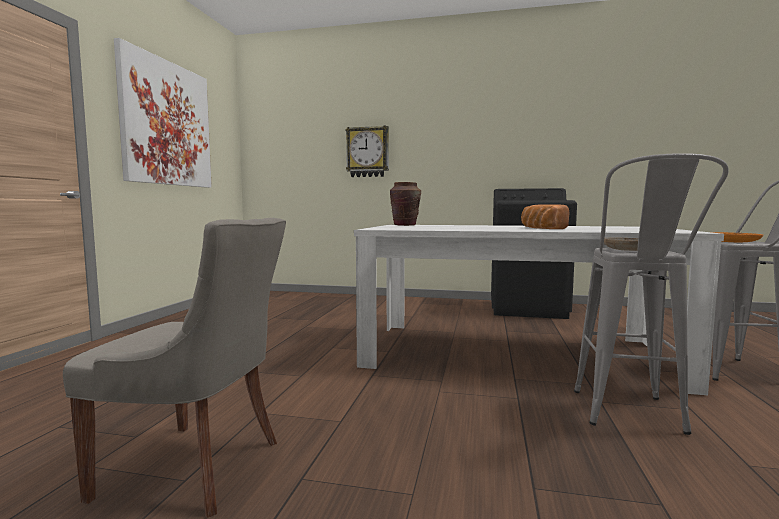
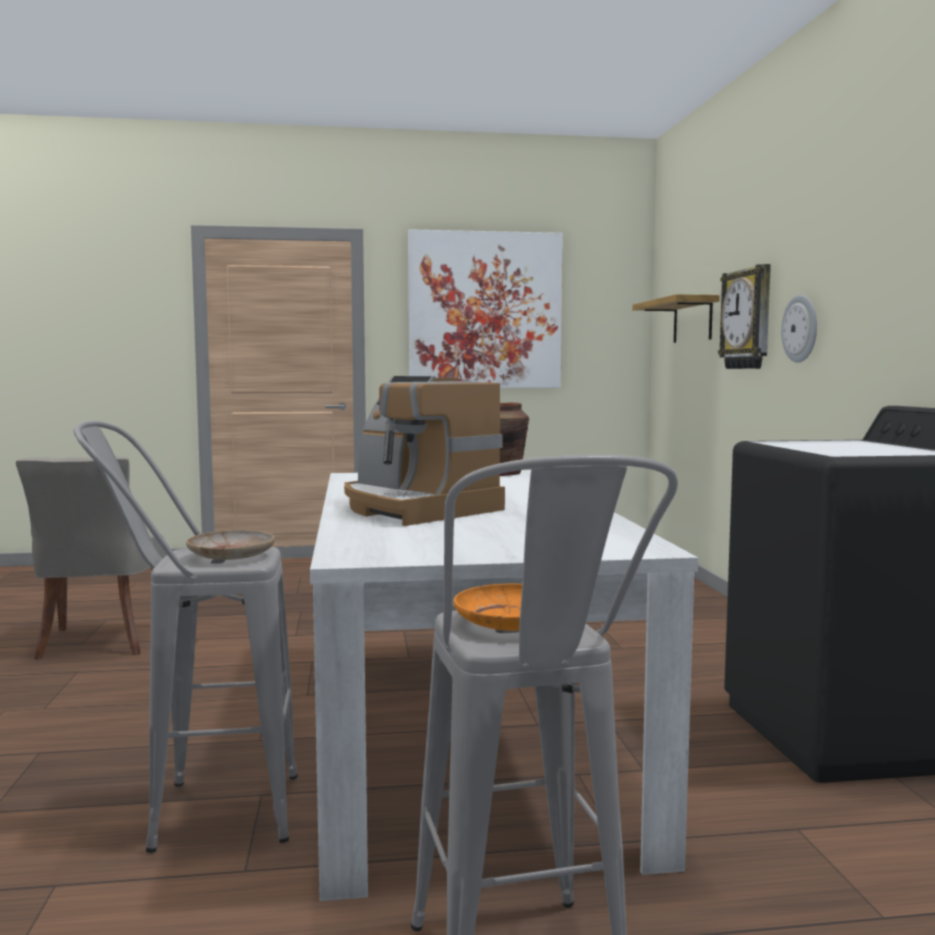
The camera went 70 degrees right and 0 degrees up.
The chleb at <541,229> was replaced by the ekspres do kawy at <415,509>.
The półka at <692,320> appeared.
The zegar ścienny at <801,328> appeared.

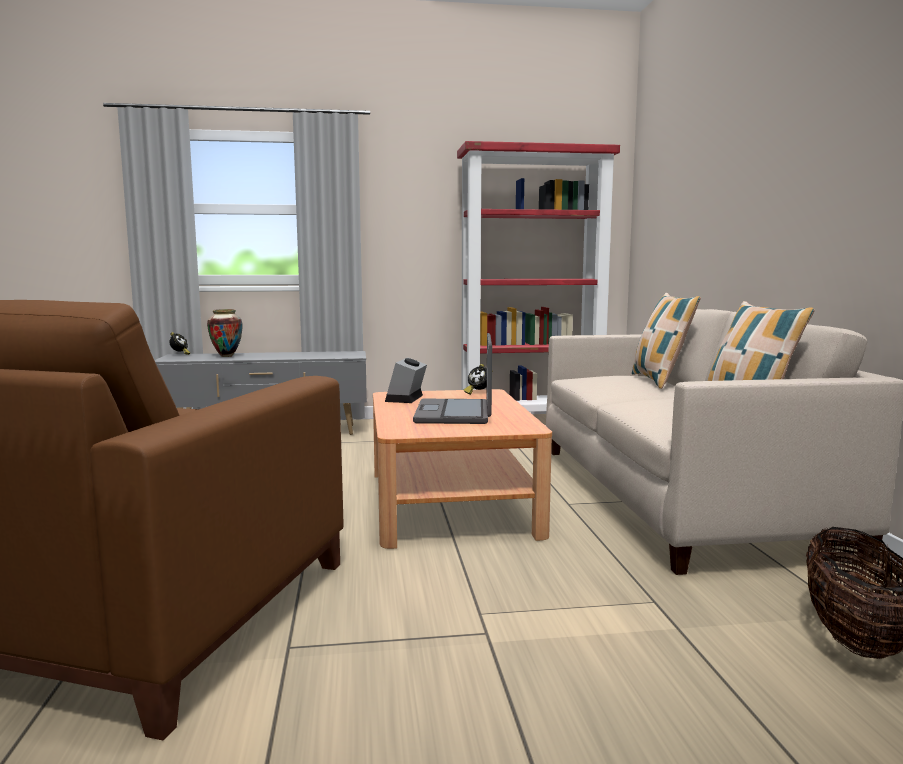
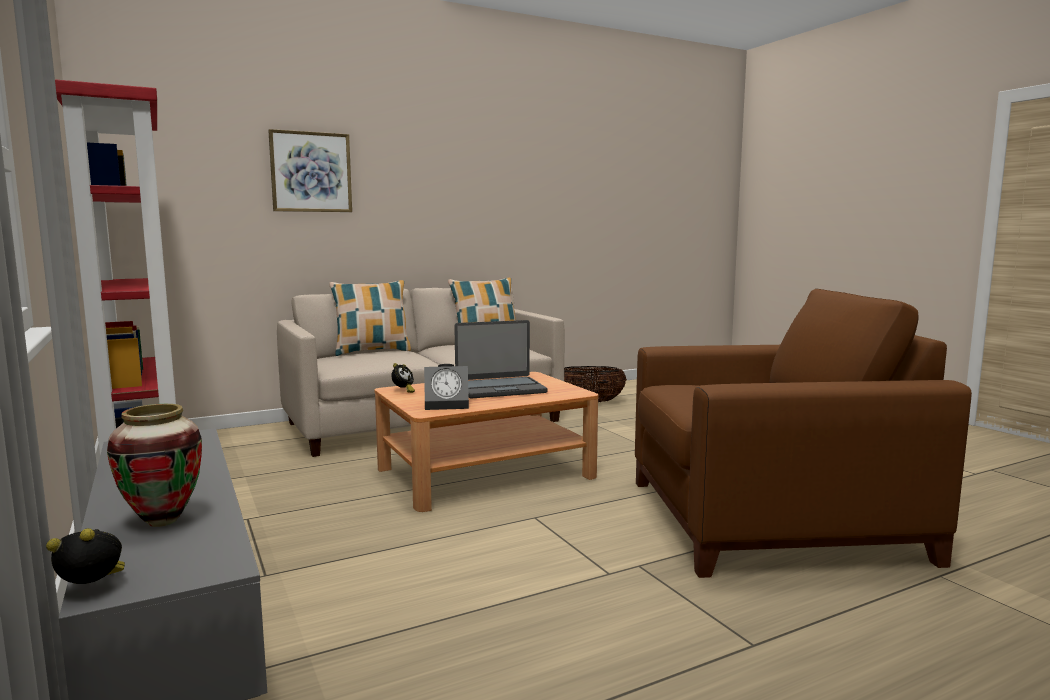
The camera went 110 degrees left and 0 degrees up.
The obraz at <311,172> appeared.

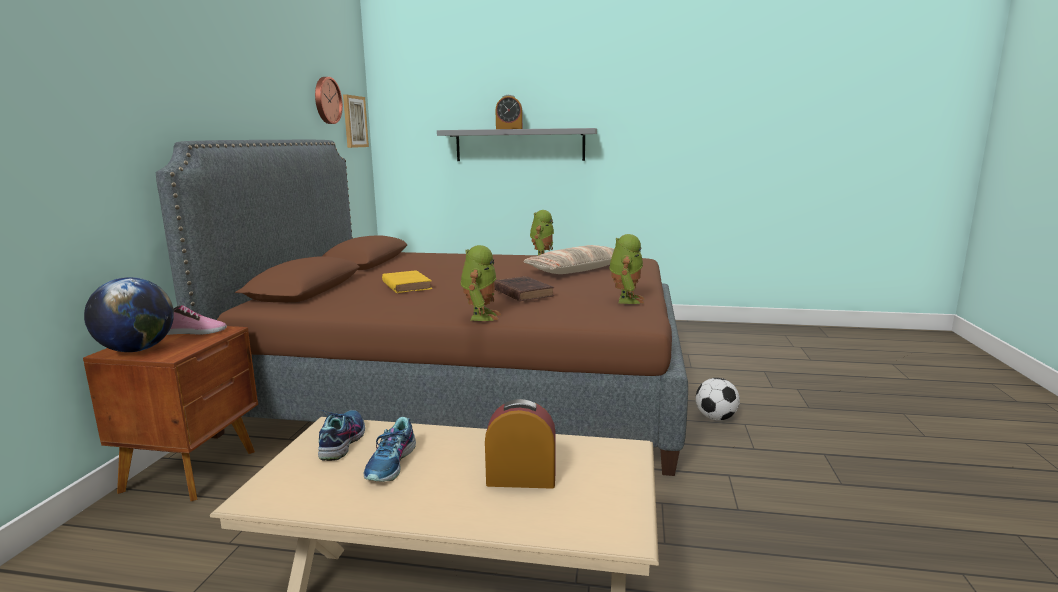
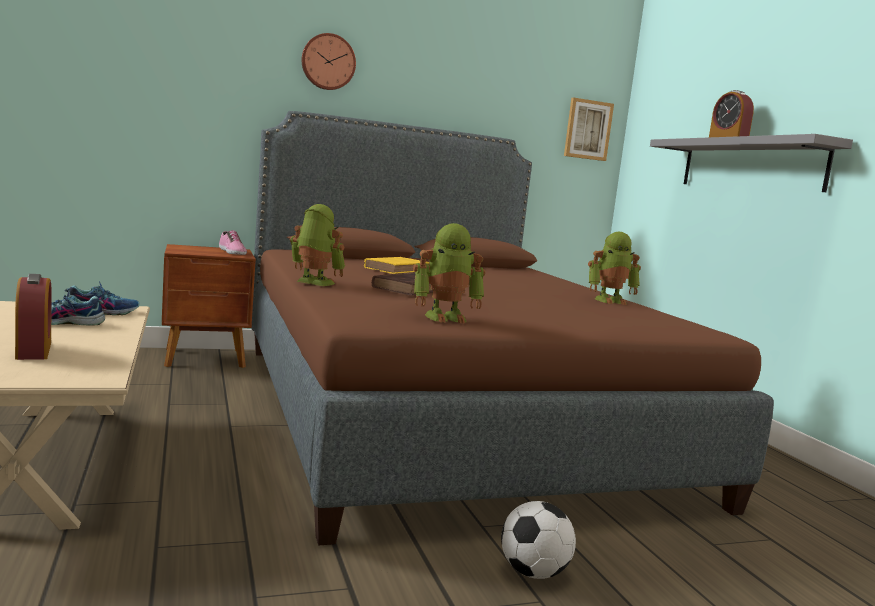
The camera went 60 degrees right and 5 degrees down.
The robot zabawkowy at <481,316> turned 135 degrees counterclockwise.
The zegar ścienny moved from <326,100> to <328,62>.
The globus at <136,350> disappeared.
The poduszka at <577,270> disappeared.

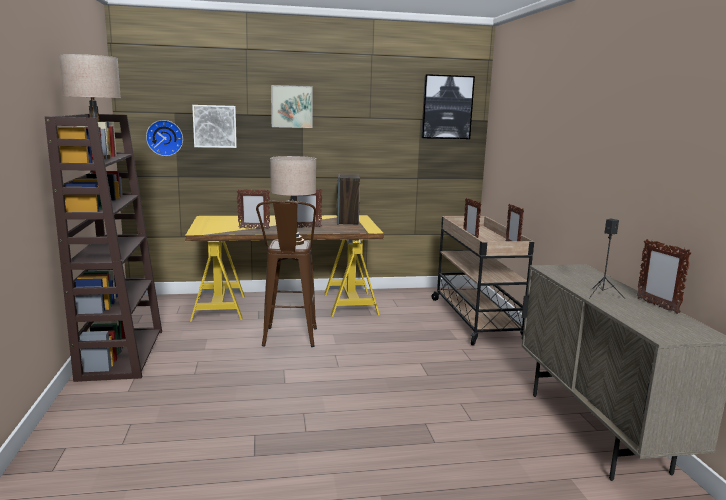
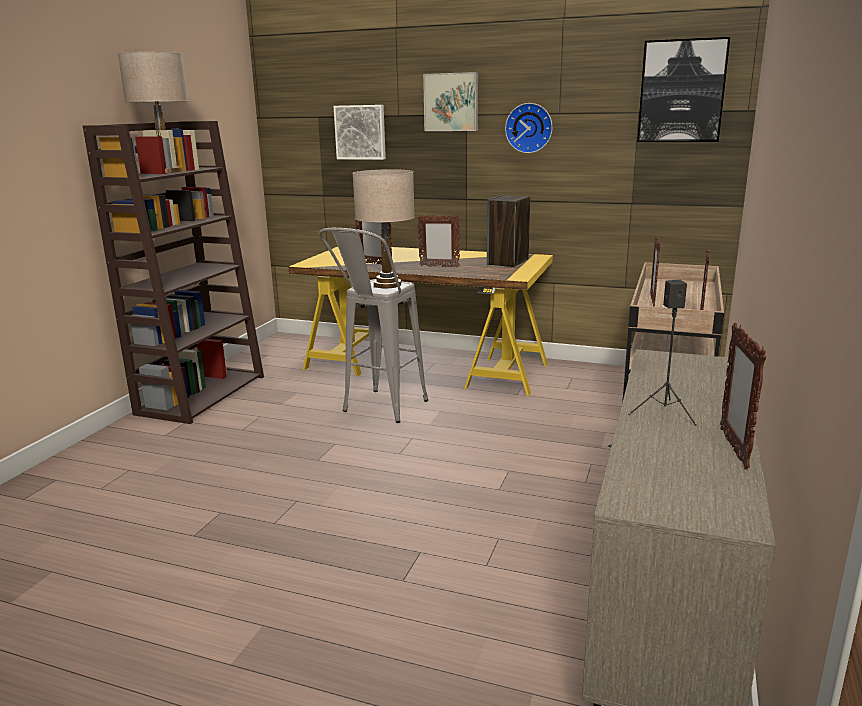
The camera went 30 degrees right and 5 degrees up.
The stołek/brązowy at <289,341> became the stołek/szary at <379,411>.
The zegar ścienny moved from <165,138> to <529,128>.

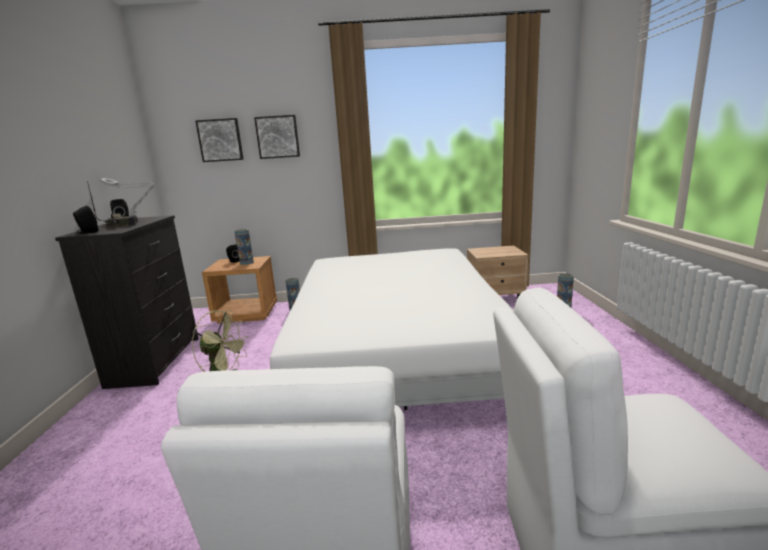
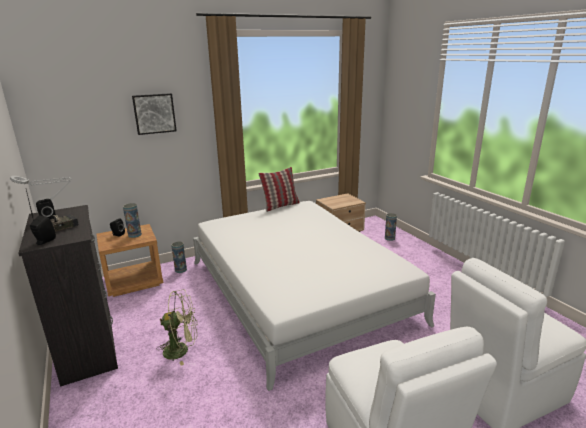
The camera went 25 degrees left and 5 degrees up.
The poduszka at <280,206> appeared.
The obraz at <220,140> disappeared.

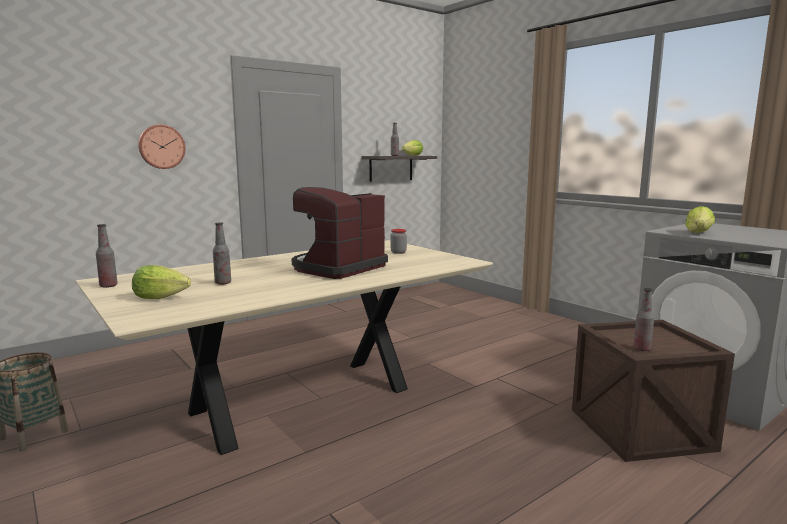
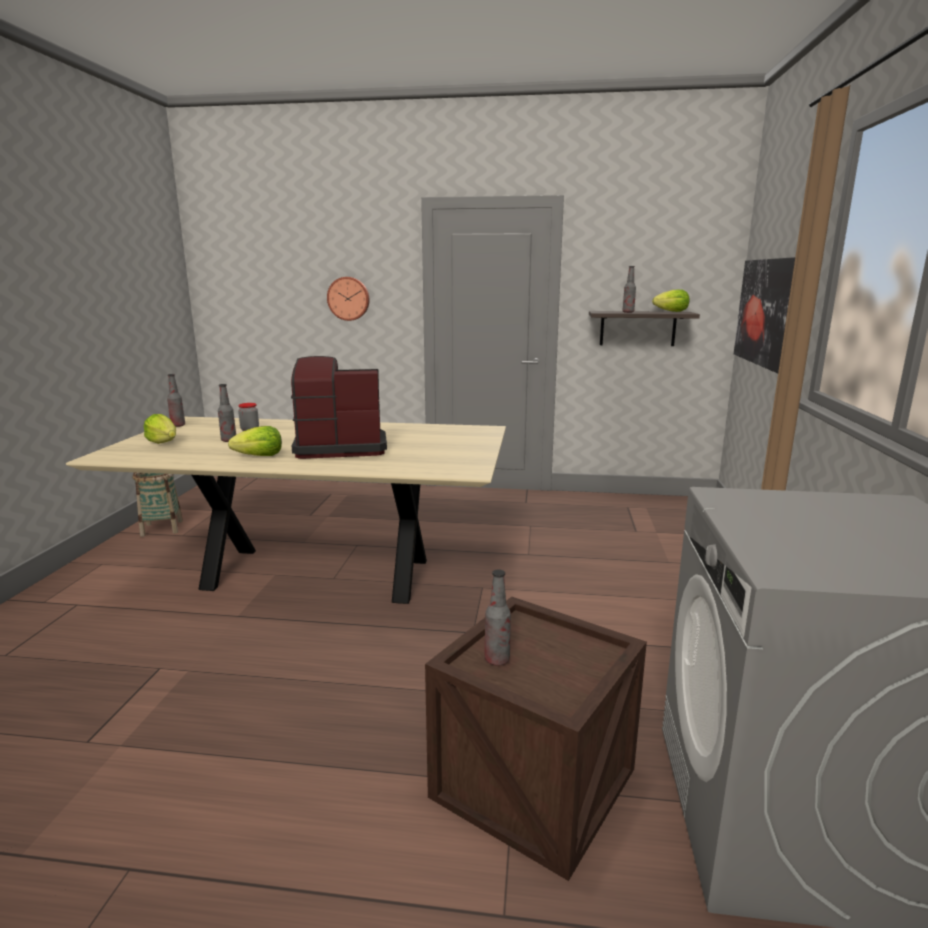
The camera went 45 degrees right and 5 degrees up.
The sałata moved from <698,233> to <260,456>.
The słoik moved from <398,252> to <250,430>.
The obraz at <767,312> appeared.

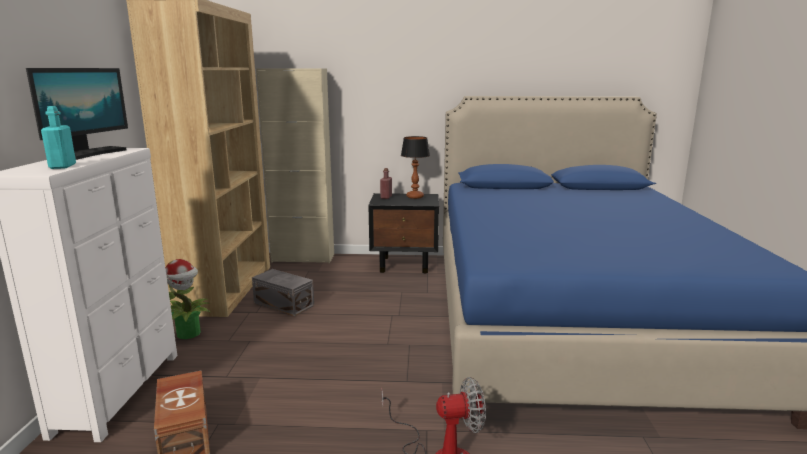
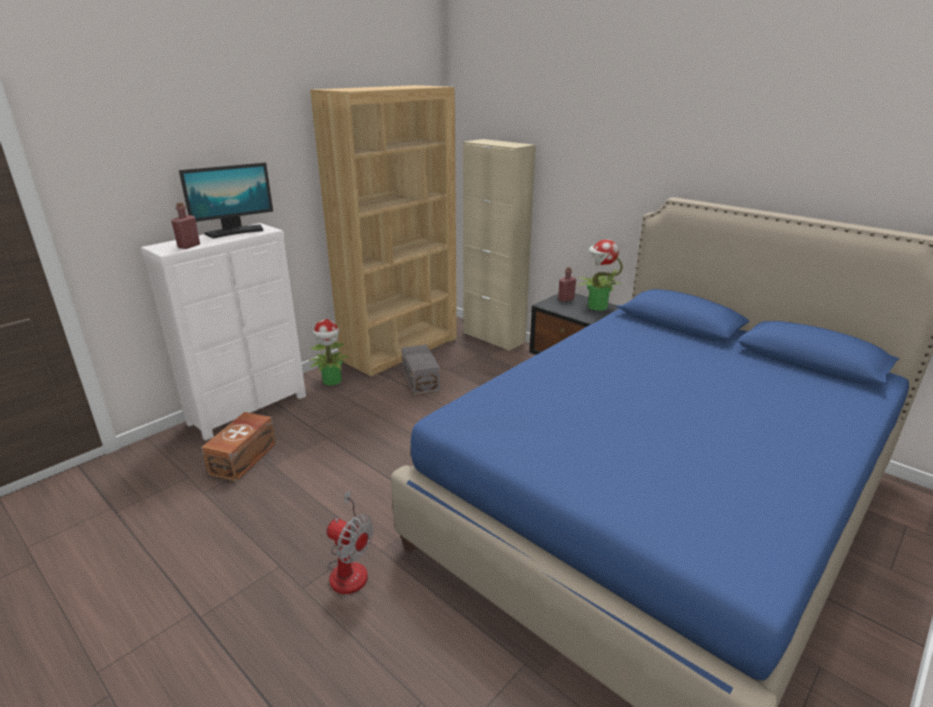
The camera went 40 degrees right and 10 degrees up.
The butelka/turkusowy at <62,166> became the butelka/czerwony at <189,246>.
The lampa stołowa at <415,197> was replaced by the roślina doniczkowa at <596,306>.

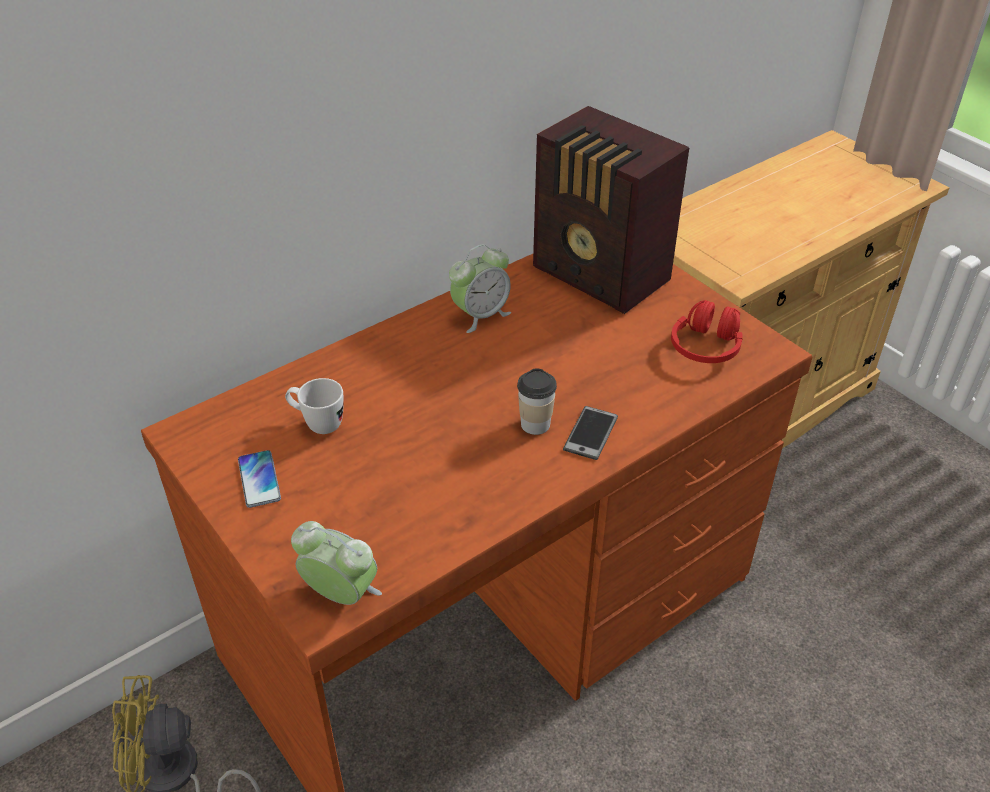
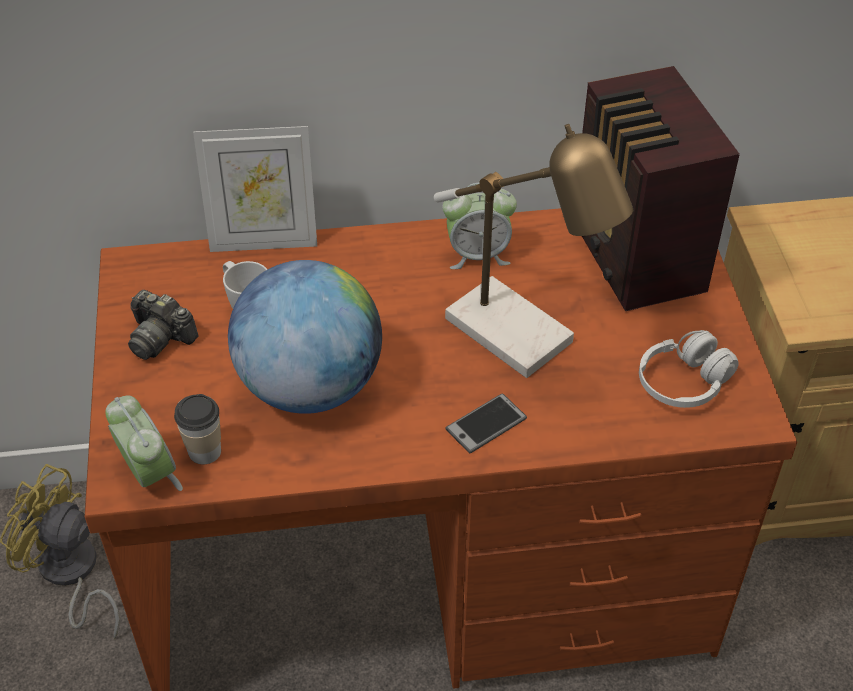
The camera went 30 degrees right and 5 degrees up.
The telefon at <259,479> was replaced by the aparat fotograficzny at <160,337>.
The filiżanka moved from <535,424> to <204,451>.
The ramka na zdjęcie at <263,241> appeared.
The globus at <310,386> appeared.
The lampa stołowa at <523,338> appeared.
The słuchawki/czerwony at <706,346> became the słuchawki/biały at <683,383>.

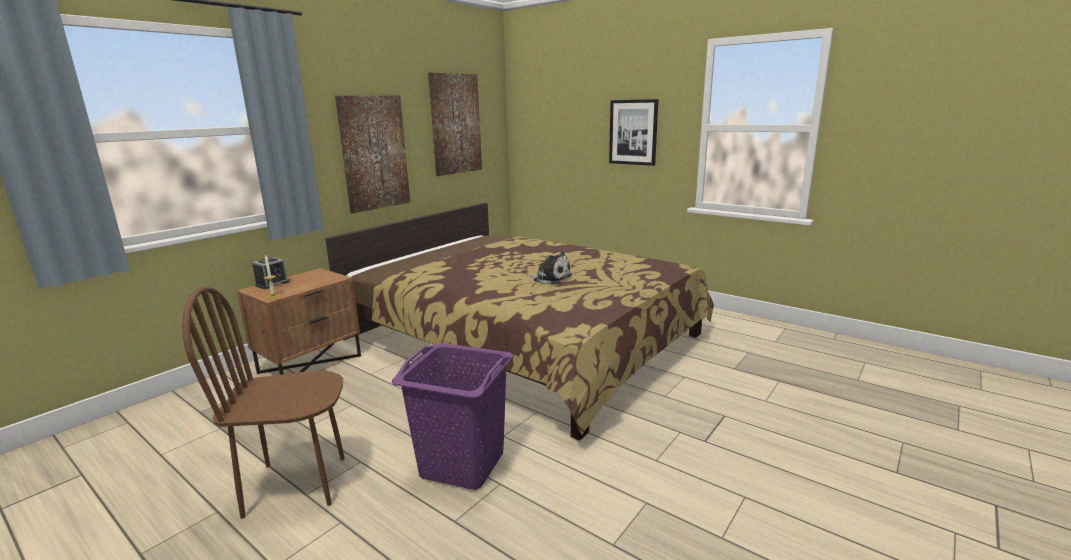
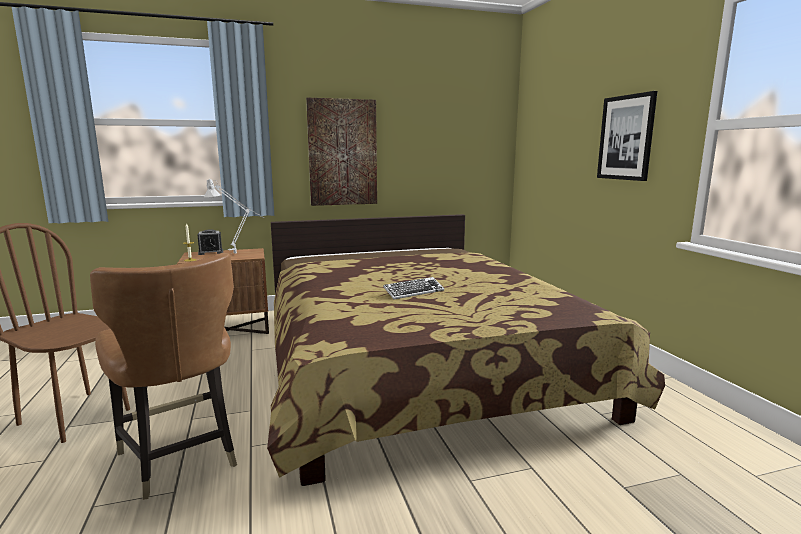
The camera went 35 degrees right and 5 degrees down.
The kosz na pranie/fioletowy at <462,465> was replaced by the krzesło/brązowy at <180,457>.
The lampa stołowa/szary at <239,253> appeared.
The pluszak at <550,278> was replaced by the klawiatura at <413,292>.
The obraz at <455,124> disappeared.

